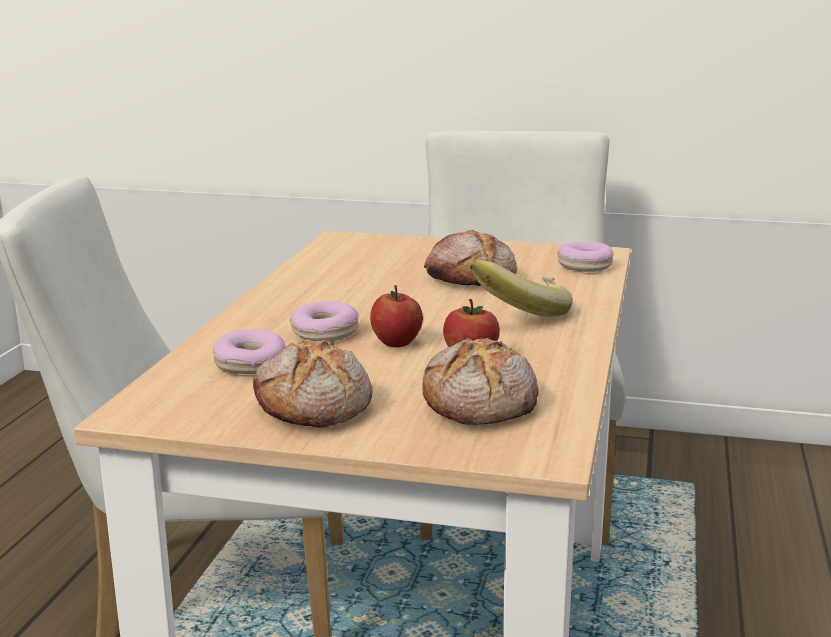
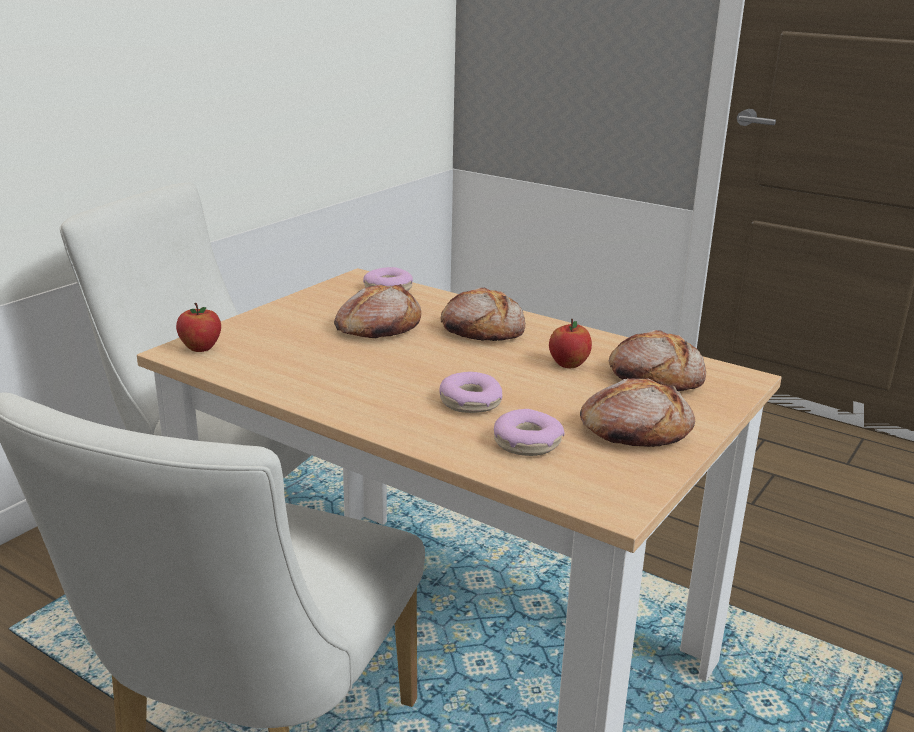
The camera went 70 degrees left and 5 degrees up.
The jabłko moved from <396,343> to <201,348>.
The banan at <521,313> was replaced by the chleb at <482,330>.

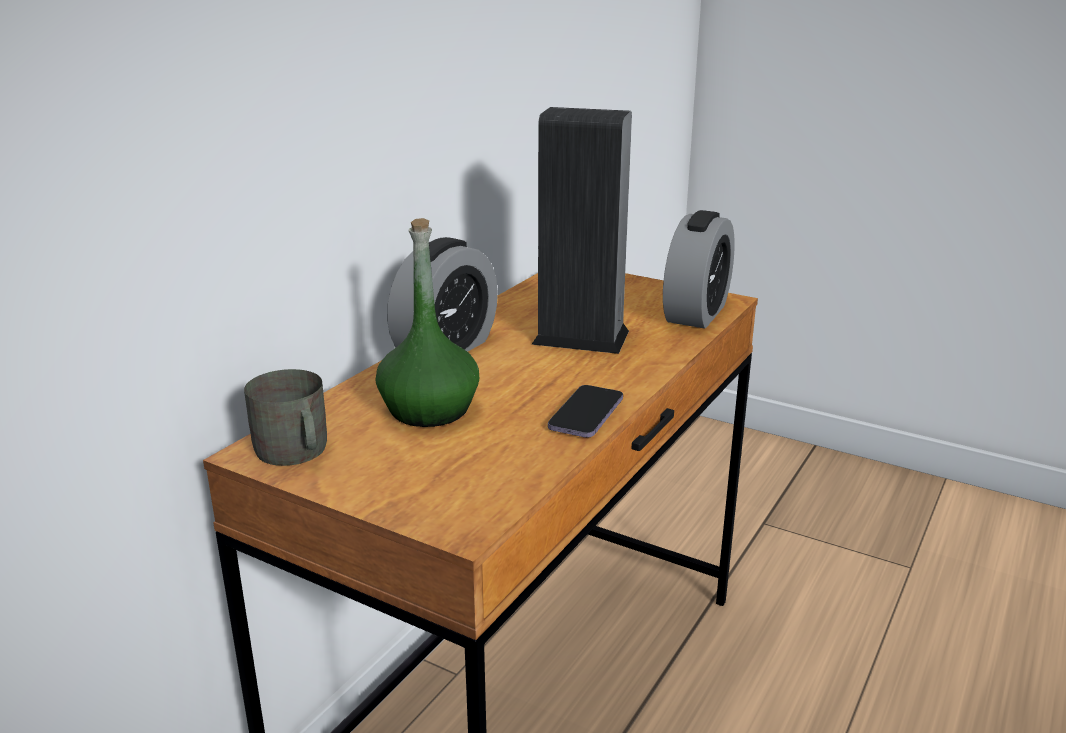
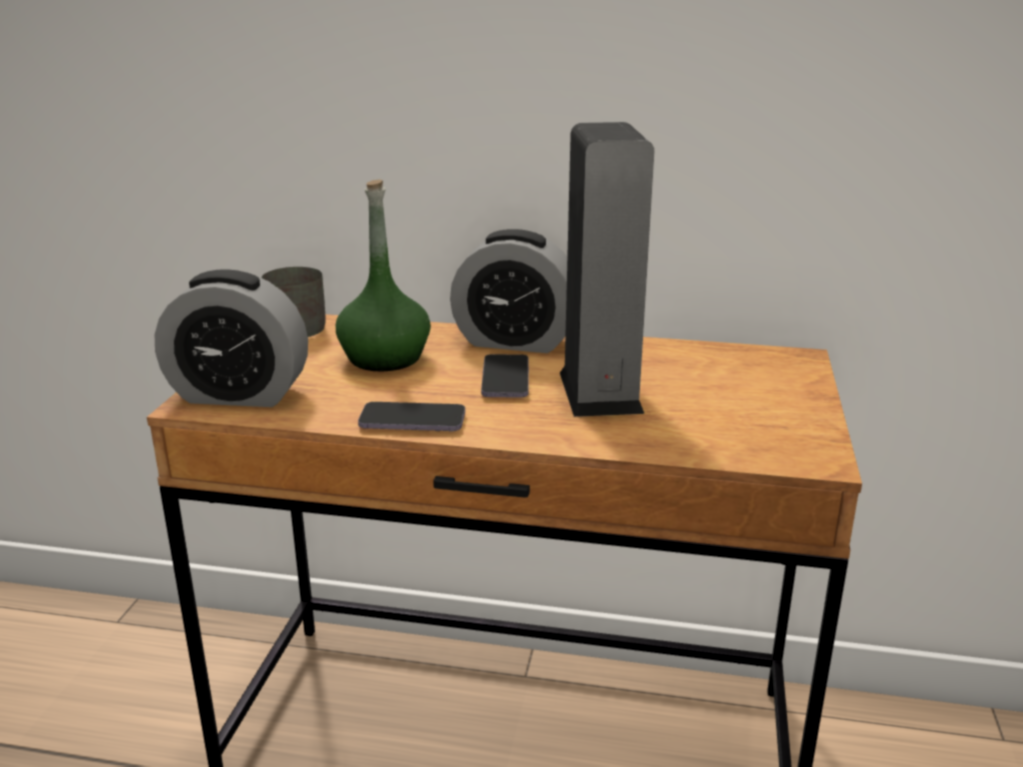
The camera went 70 degrees right and 0 degrees up.
The budzik moved from <696,313> to <239,394>.
The telefon at <505,379> appeared.

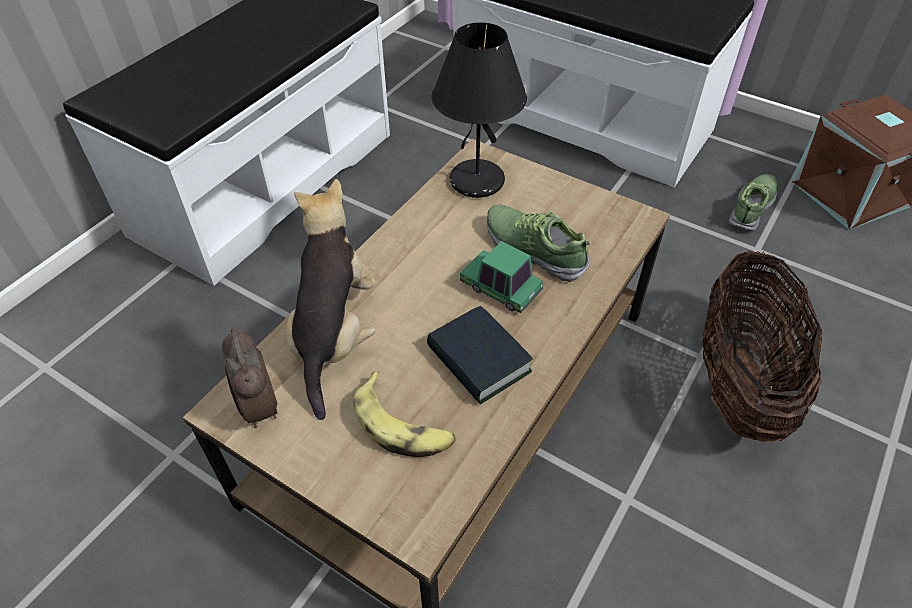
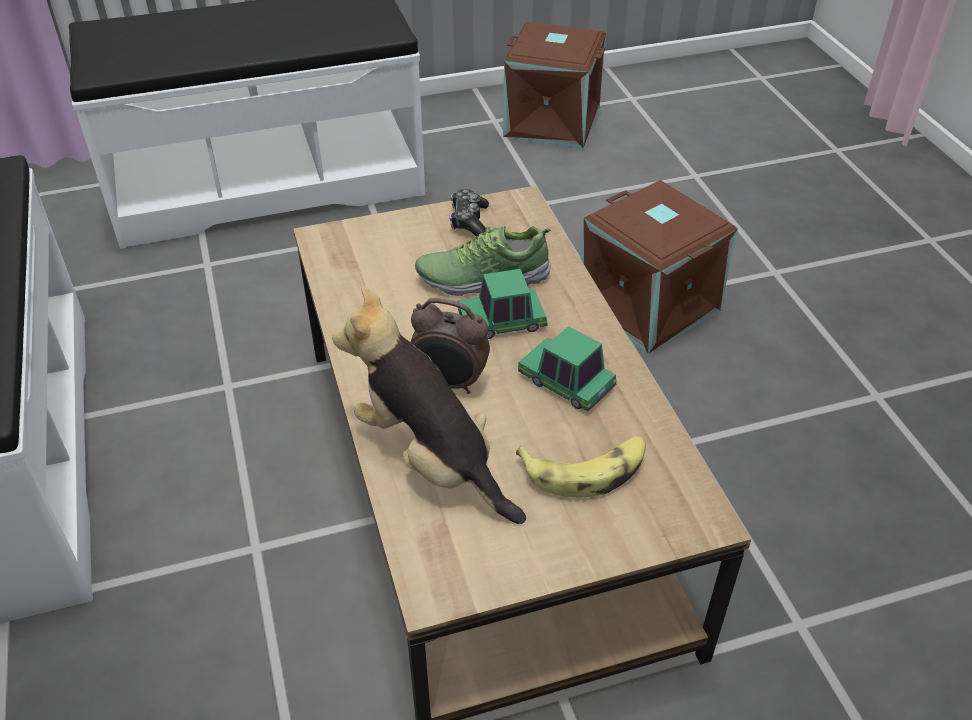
The camera went 50 degrees left and 5 degrees down.
The budzik moved from <258,407> to <450,383>.
The pad do gier at <469,221> appeared.
The książka at <478,360> was replaced by the samochodzik at <566,383>.
The koszyk at <738,381> was replaced by the pojemnik do przechowywania/brązowy at <650,304>.
The lampa stołowa/czarny at <476,182> disappeared.
The but at <752,208> disappeared.

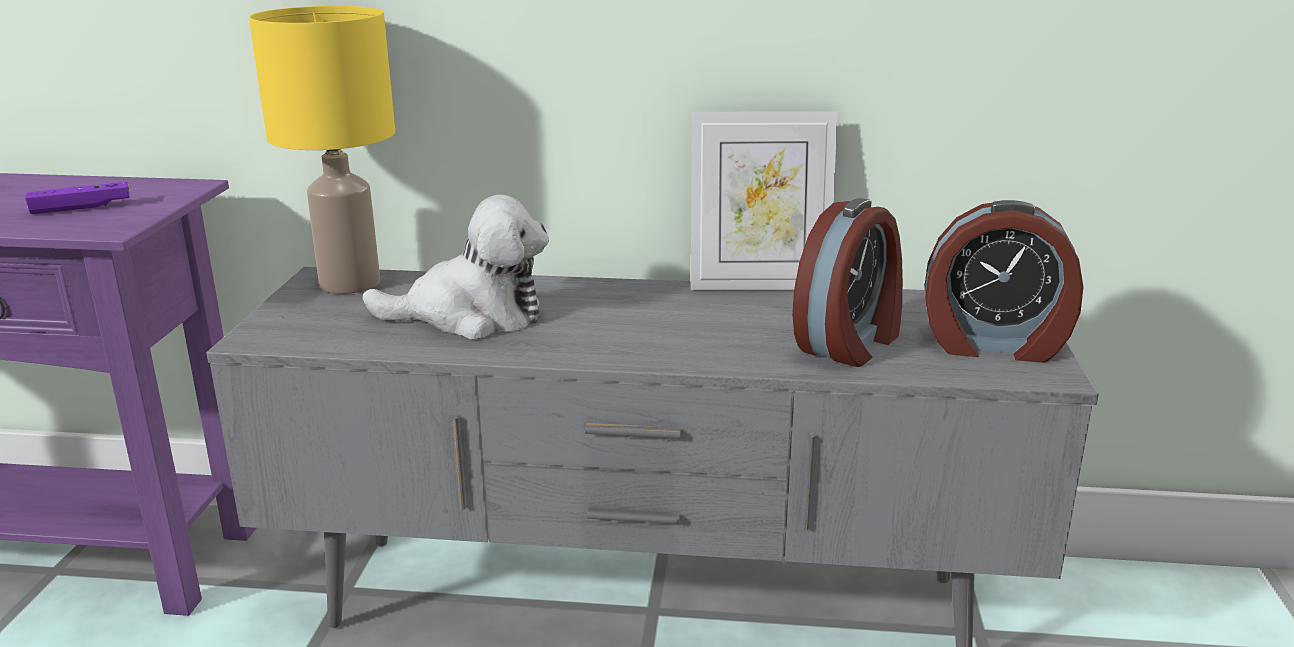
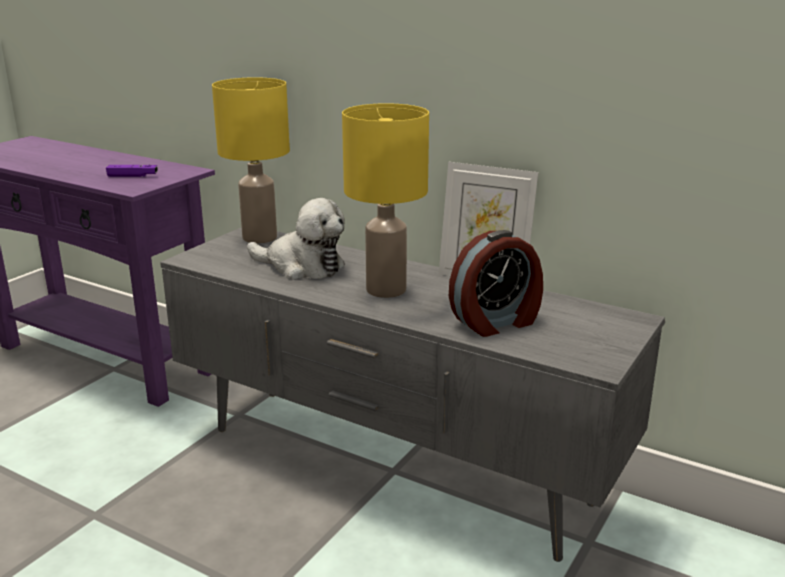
The camera went 25 degrees right and 0 degrees up.
The lampa stołowa/żółty at <385,289> appeared.
The budzik at <994,345> disappeared.

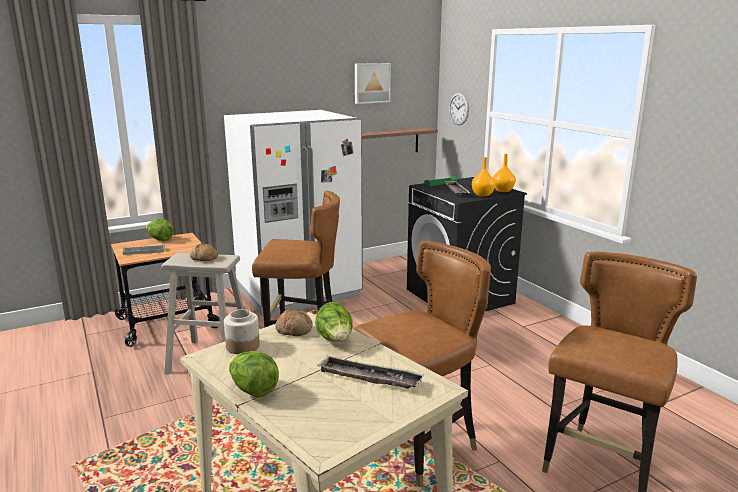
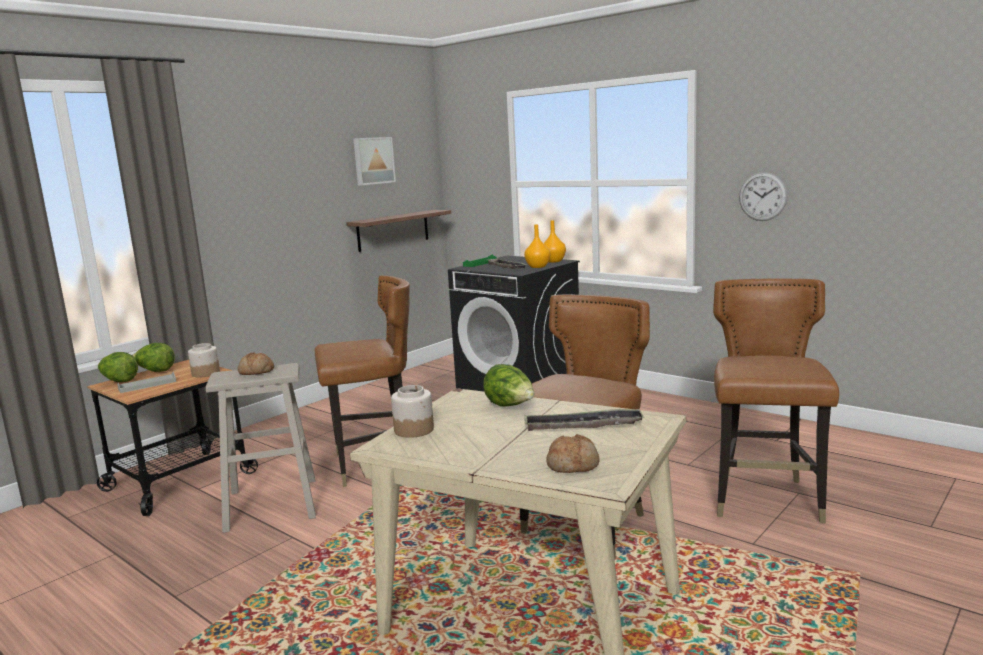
The camera went 20 degrees left and 5 degrees down.
The sałata moved from <253,389> to <119,381>.
The słoik at <205,373> appeared.
The chleb moved from <294,329> to <573,464>.
The zegar ścienny moved from <459,109> to <762,196>.
The lodówka/biały at <298,292> disappeared.

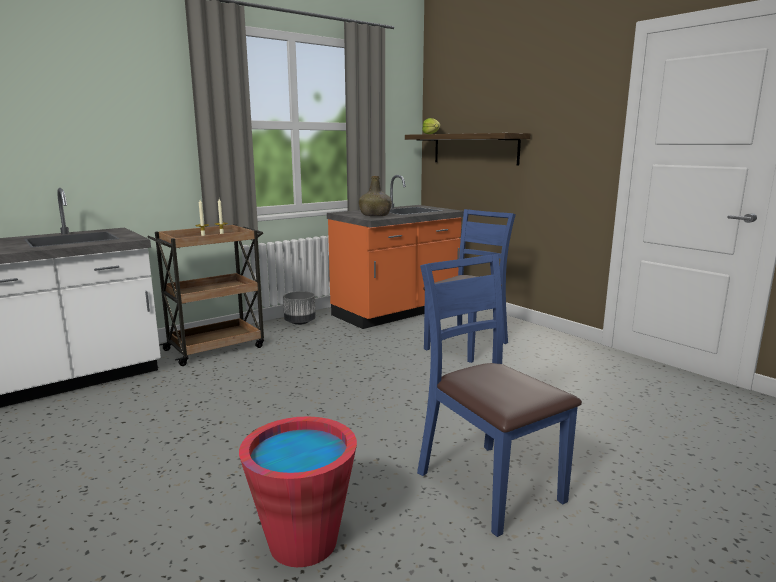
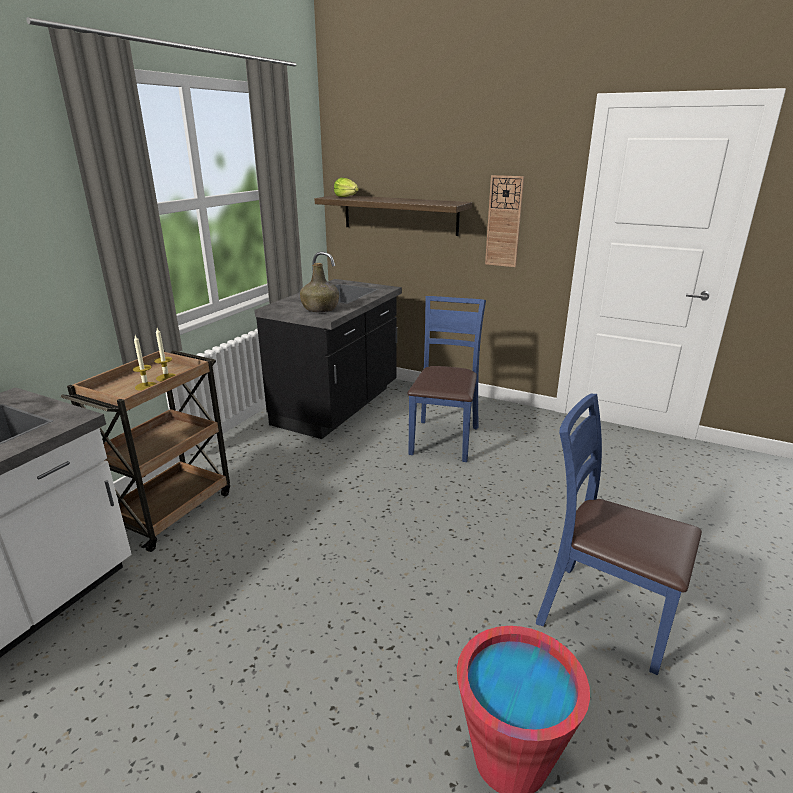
The camera went 25 degrees left and 10 degrees up.
The zabudowa kuchenna/pomarańczowy at <396,312> became the zabudowa kuchenna/czarny at <338,407>.
The zegar ścienny at <504,222> appeared.
The donica/szary at <299,322> disappeared.

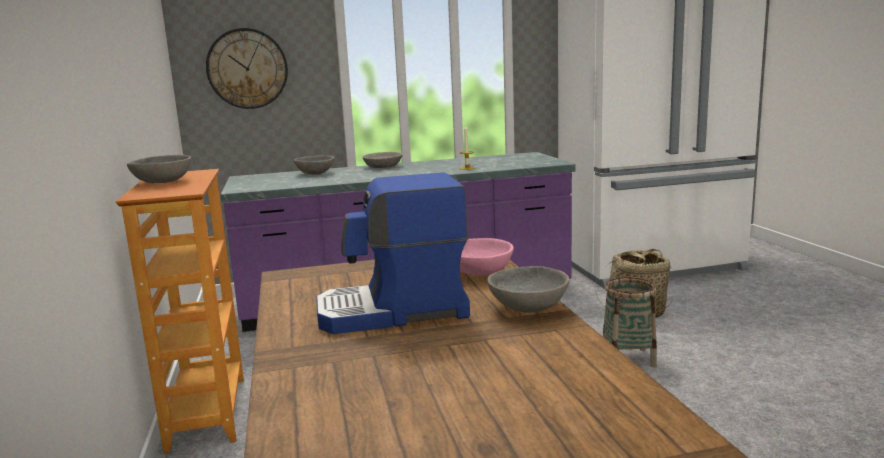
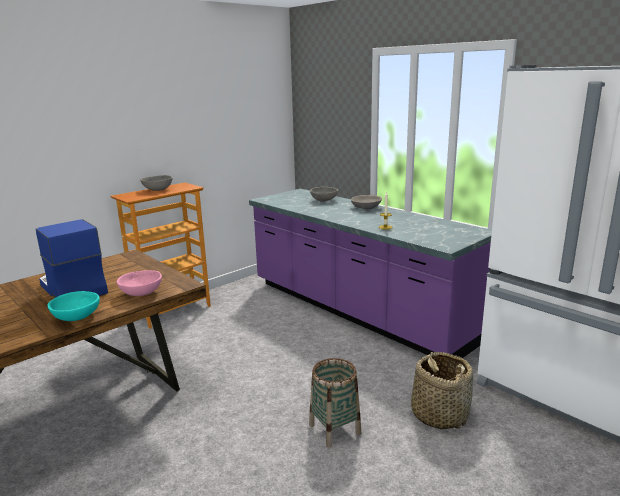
The camera went 60 degrees right and 5 degrees up.
The miska/szary at <527,307> became the miska/turkusowy at <77,317>.
The zegar ścienny at <247,68> disappeared.

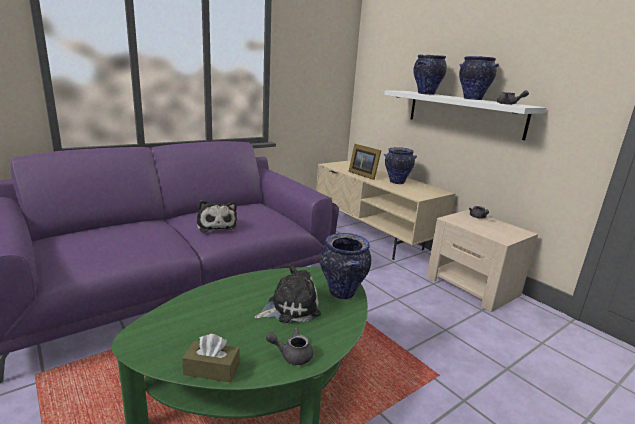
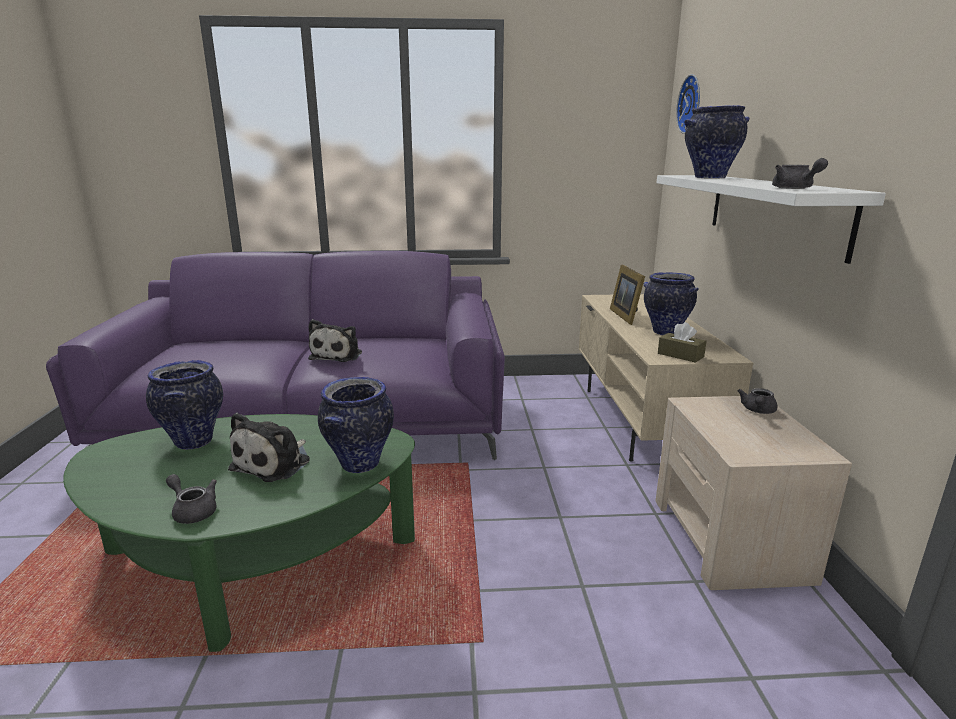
The camera went 35 degrees right and 0 degrees up.
The wazon moved from <472,99> to <194,441>.
The pluszak at <290,308> turned 105 degrees clockwise.
The pudełko chusteczek/brązowy moved from <211,369> to <680,355>.
The zegar ścienny at <692,104> appeared.

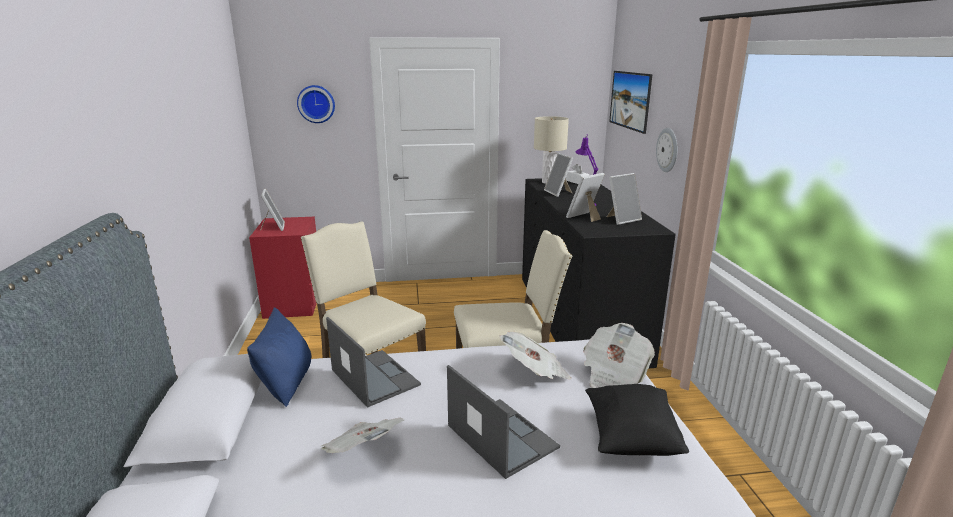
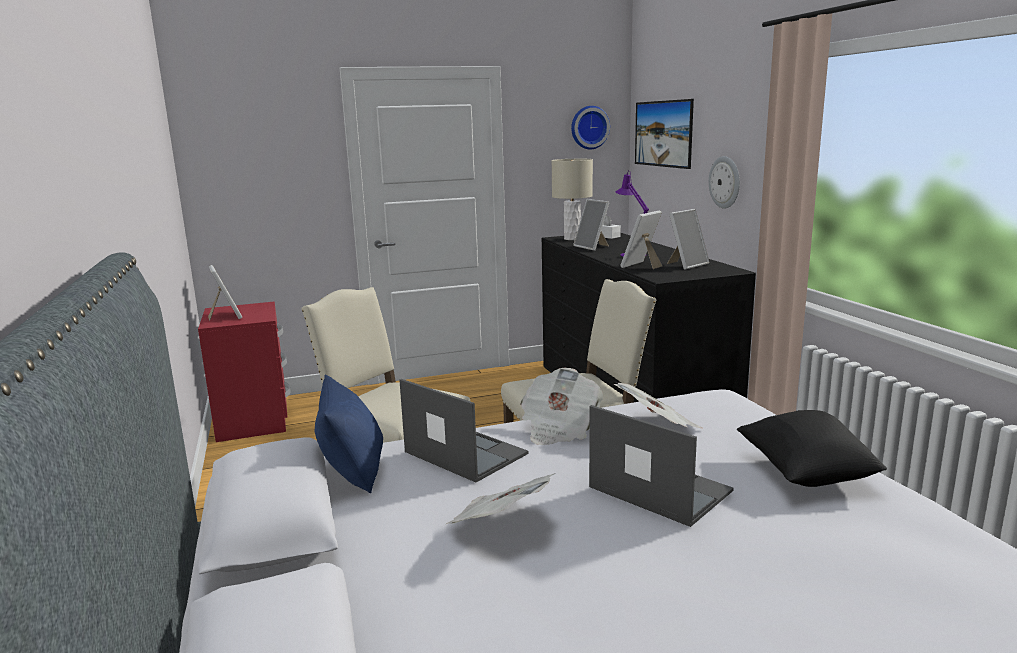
The camera went 10 degrees left and 5 degrees down.
The gazeta moved from <614,374> to <559,428>.
The zegar ścienny moved from <316,104> to <589,127>.

